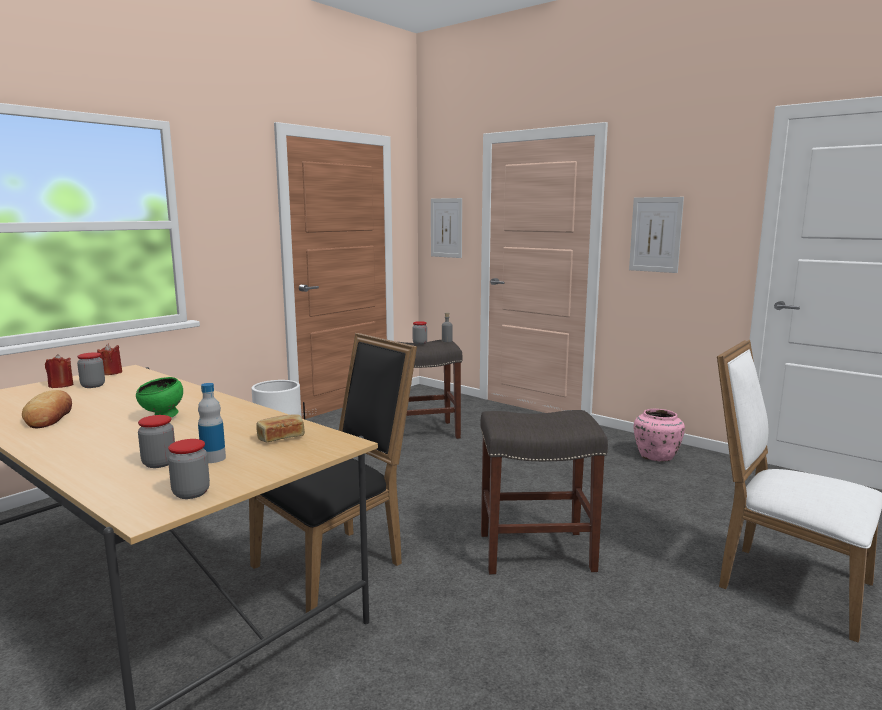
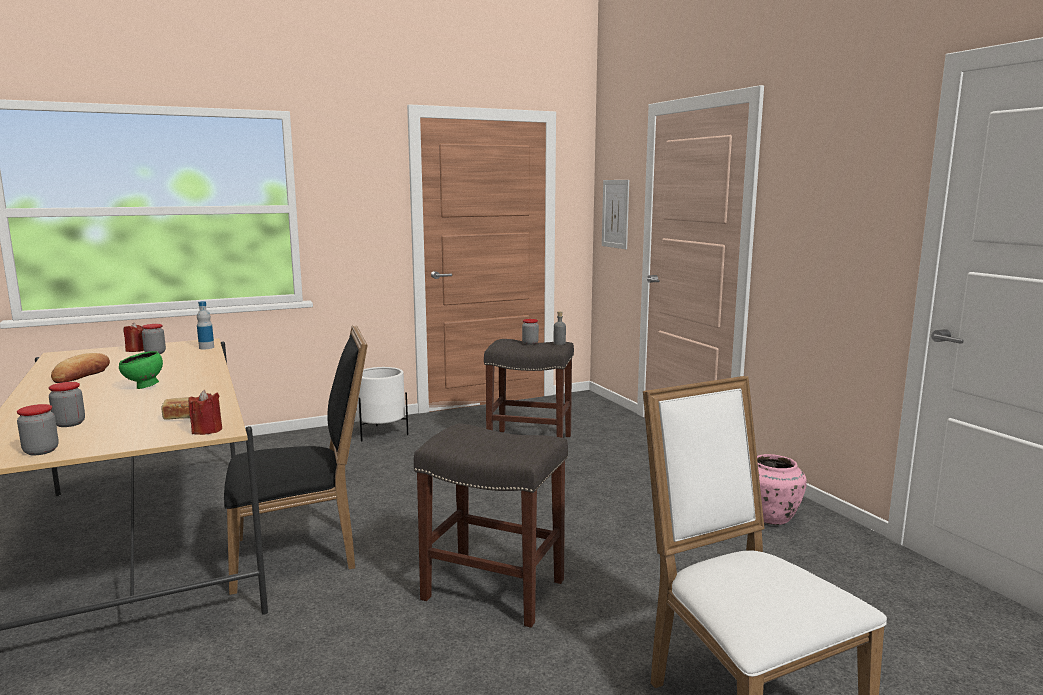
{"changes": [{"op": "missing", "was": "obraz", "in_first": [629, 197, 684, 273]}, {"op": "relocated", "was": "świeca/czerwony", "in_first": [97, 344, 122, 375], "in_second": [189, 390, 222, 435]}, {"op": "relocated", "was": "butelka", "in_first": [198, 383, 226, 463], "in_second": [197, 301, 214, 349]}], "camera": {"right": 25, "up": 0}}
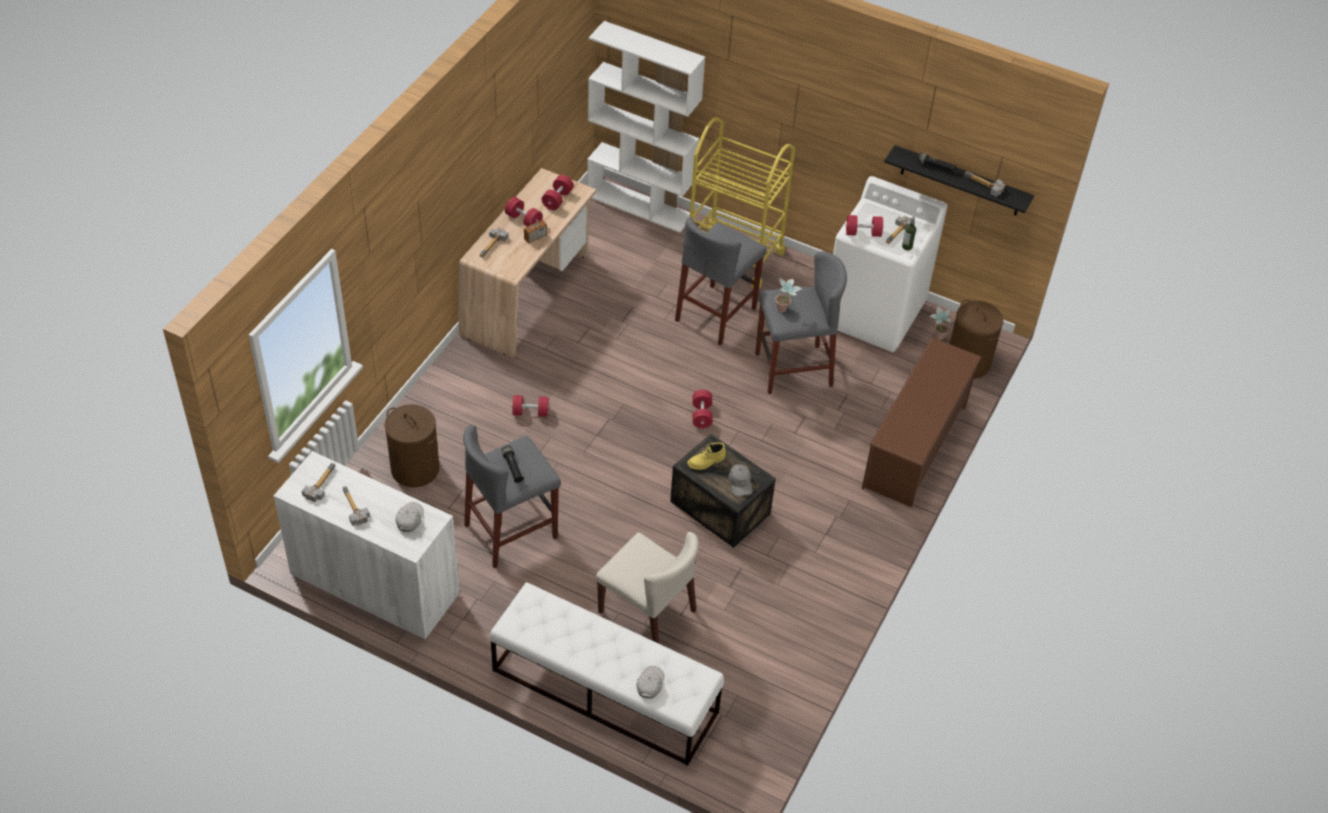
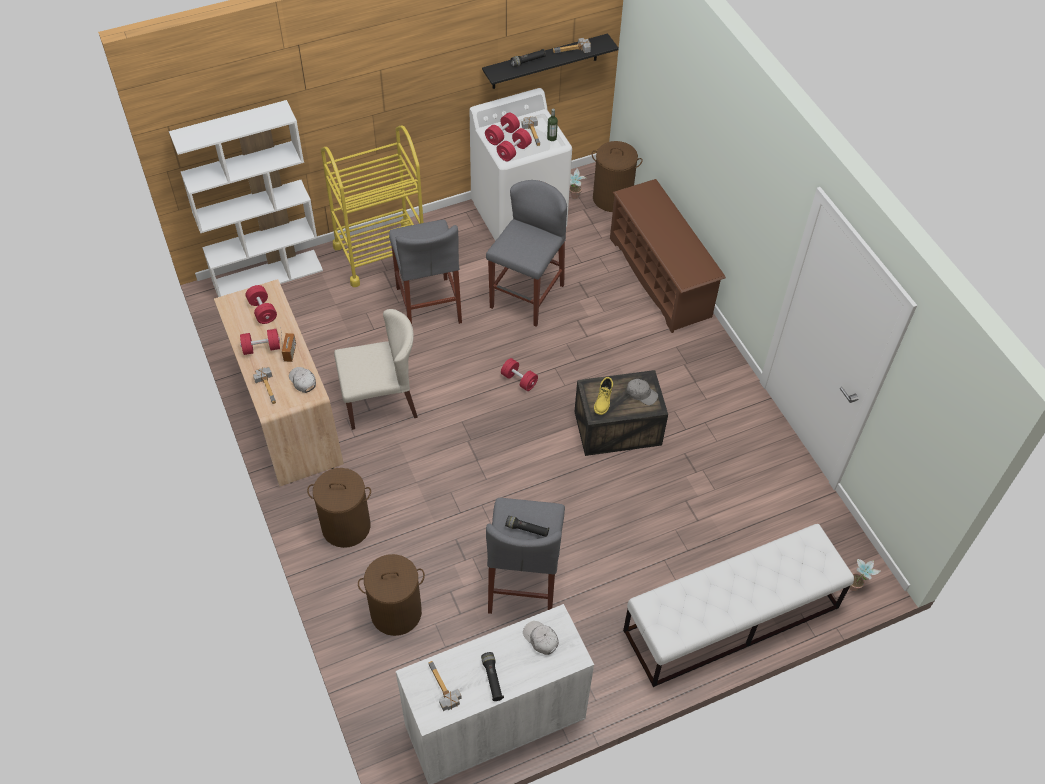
{"changes": [{"op": "appeared", "now": "kosz na pranie/brązowy", "in_second": [307, 468, 371, 548]}, {"op": "relocated", "was": "hantel/czerwony", "in_first": [512, 395, 550, 417], "in_second": [485, 113, 520, 145]}, {"op": "relocated", "was": "krzesło/beżowy", "in_first": [596, 532, 699, 644], "in_second": [334, 309, 418, 430]}, {"op": "relocated", "was": "czapka z daszkiem/biały", "in_first": [636, 666, 665, 698], "in_second": [289, 367, 316, 393]}, {"op": "relocated", "was": "roślina doniczkowa", "in_first": [775, 278, 802, 312], "in_second": [849, 559, 881, 591]}, {"op": "exchanged", "was": "młotek", "now": "latarka/czarny", "in_first": [342, 486, 370, 526], "in_second": [481, 652, 504, 701]}], "camera": {"right": -50, "up": 5}}
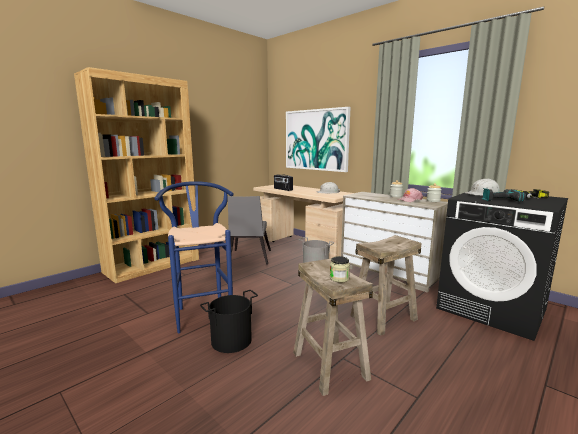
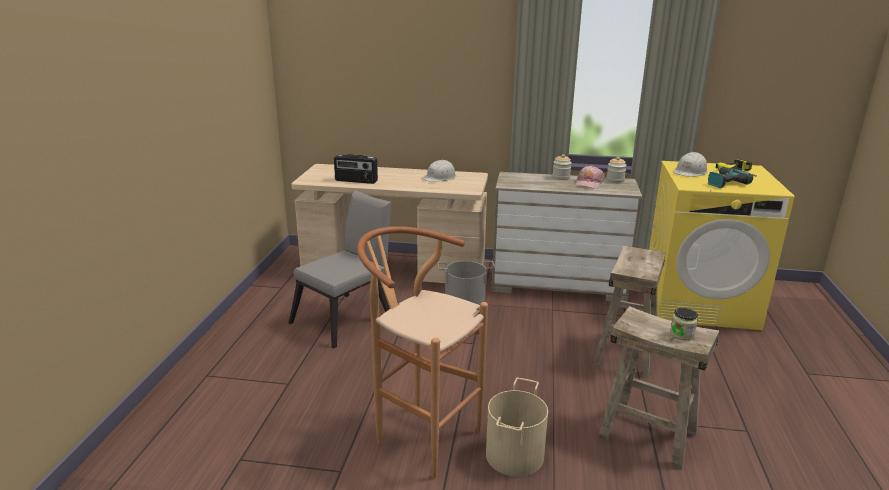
{"changes": [{"op": "missing", "was": "regał/brązowy", "in_first": [74, 67, 199, 283]}, {"op": "missing", "was": "obraz", "in_first": [286, 107, 350, 172]}, {"op": "colour", "was": "stołek/niebieski", "now": "stołek/brązowy", "in_first": [154, 181, 234, 333], "in_second": [357, 226, 488, 479]}, {"op": "colour", "was": "wiadro/czarny", "now": "wiadro/beżowy", "in_first": [200, 290, 258, 353], "in_second": [486, 378, 548, 477]}, {"op": "colour", "was": "pralka/czarny", "now": "pralka/żółty", "in_first": [436, 190, 568, 341], "in_second": [649, 161, 794, 330]}, {"op": "spun", "was": "krzesło/szary", "in_first": [228, 196, 271, 265], "in_second": [288, 191, 392, 348], "clockwise": -105}], "camera": {"right": -35, "up": 10}}
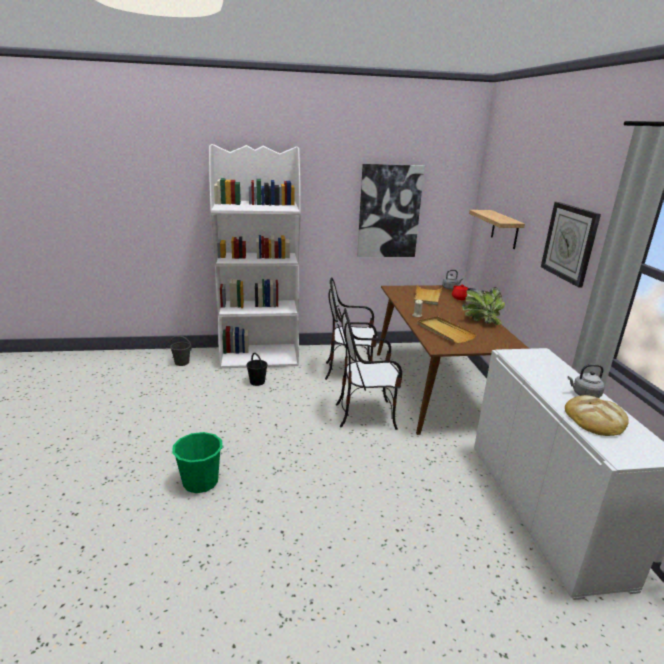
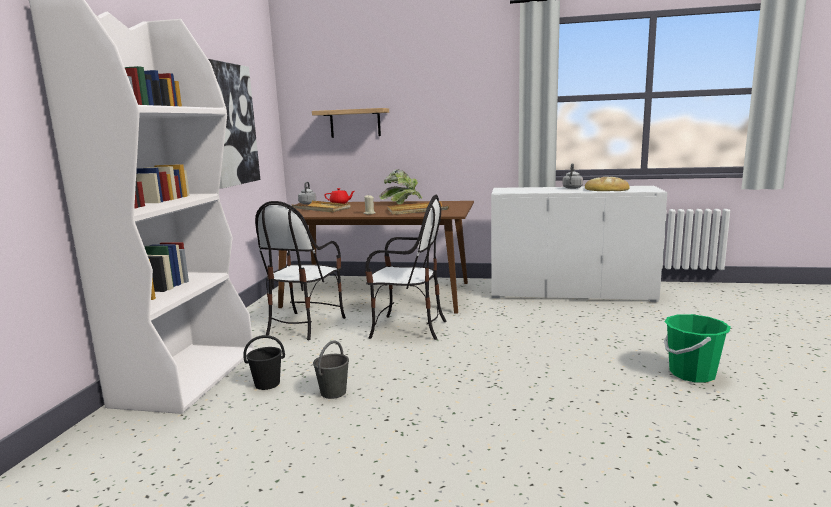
{"changes": [{"op": "missing", "was": "zegar ścienny", "in_first": [541, 202, 601, 287]}, {"op": "relocated", "was": "wiadro/szary", "in_first": [170, 336, 192, 366], "in_second": [313, 340, 349, 399]}, {"op": "relocated", "was": "wiadro/zielony", "in_first": [172, 432, 223, 493], "in_second": [664, 314, 731, 382]}, {"op": "spun", "was": "krzesło", "in_first": [336, 308, 402, 430], "in_second": [365, 195, 447, 340], "clockwise": -90}], "camera": {"right": -70, "up": -10}}
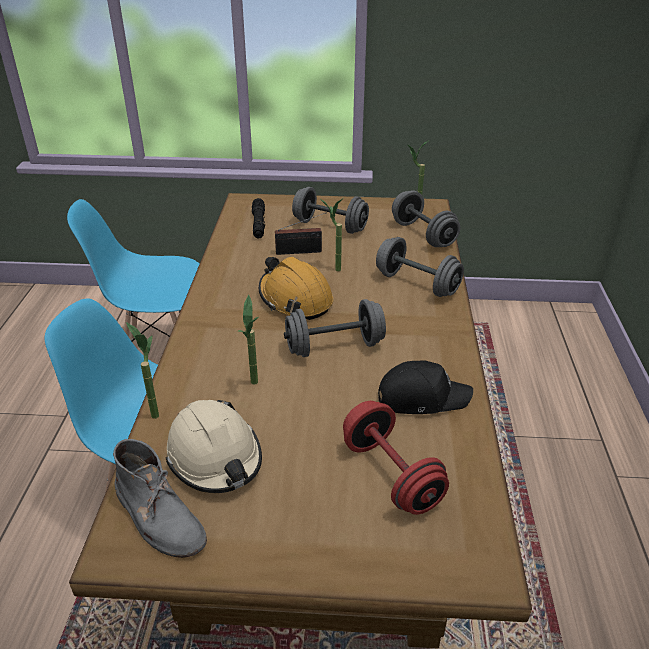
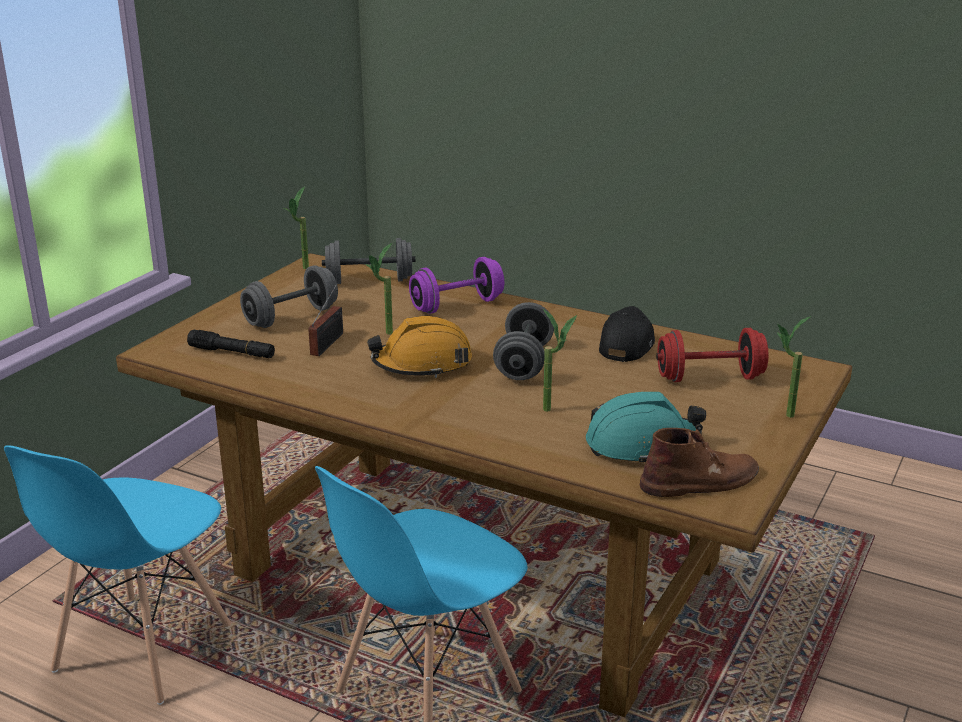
{"changes": [{"op": "relocated", "was": "roślina doniczkowa", "in_first": [126, 322, 159, 419], "in_second": [777, 316, 811, 418]}, {"op": "colour", "was": "but z cholewką/szary", "now": "but z cholewką/brązowy", "in_first": [113, 439, 207, 558], "in_second": [640, 428, 759, 497]}, {"op": "colour", "was": "kask/beżowy", "now": "kask/turkusowy", "in_first": [166, 400, 262, 493], "in_second": [586, 392, 706, 462]}, {"op": "colour", "was": "hantel/szary", "now": "hantel/fioletowy", "in_first": [376, 237, 464, 297], "in_second": [409, 257, 504, 314]}], "camera": {"right": -65, "up": -10}}
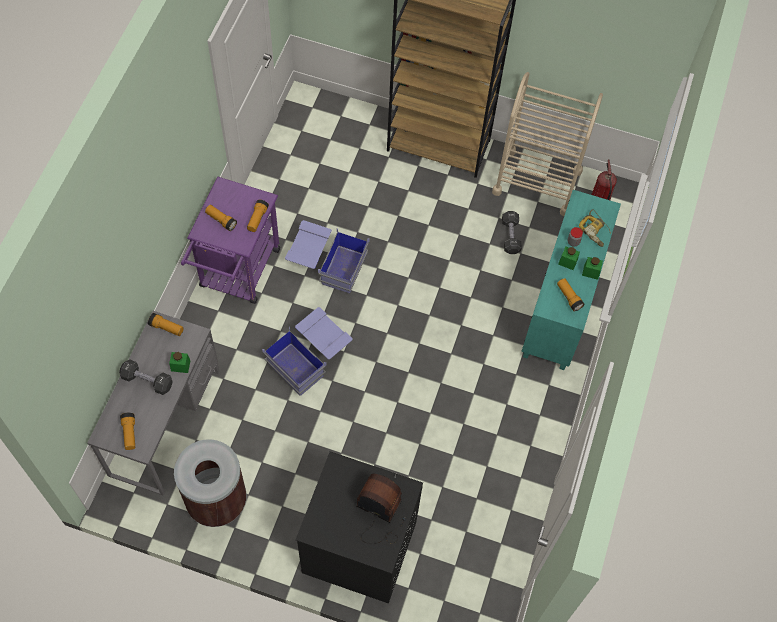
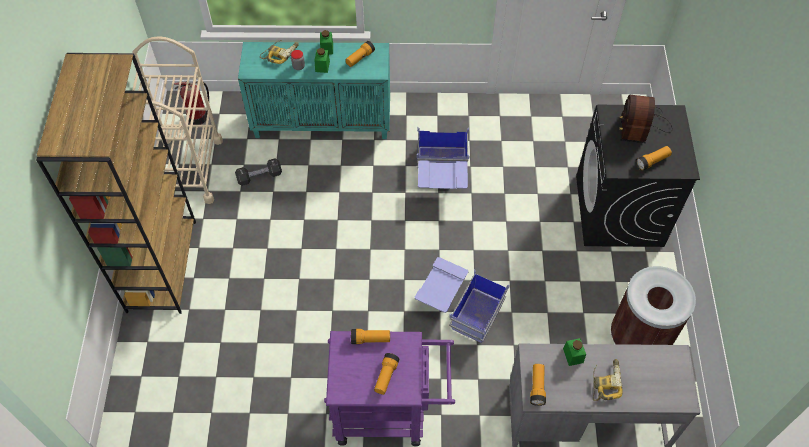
{"changes": [{"op": "relocated", "was": "latarka", "in_first": [120, 413, 135, 450], "in_second": [636, 146, 672, 171]}, {"op": "relocated", "was": "pojemnik do przechowywania/niebieski", "in_first": [285, 220, 370, 293], "in_second": [417, 127, 470, 189]}, {"op": "exchanged", "was": "hantel/czarny", "now": "wiertarka", "in_first": [119, 359, 172, 395], "in_second": [593, 359, 623, 401]}], "camera": {"right": -105, "up": -5}}
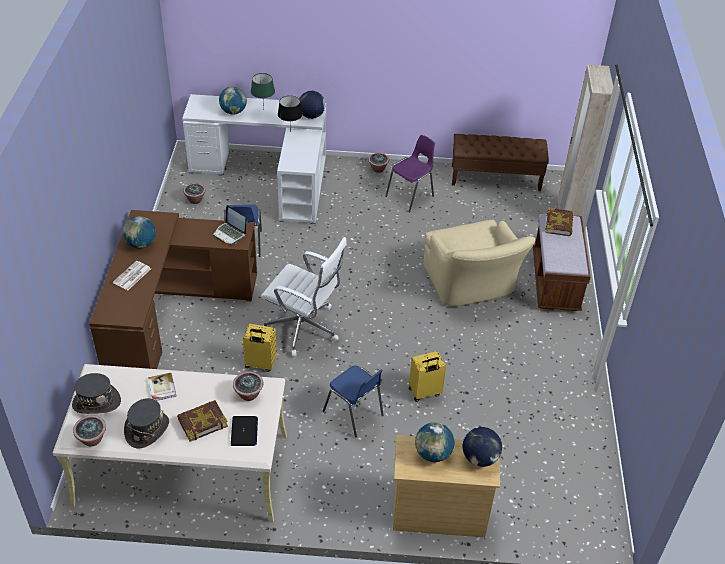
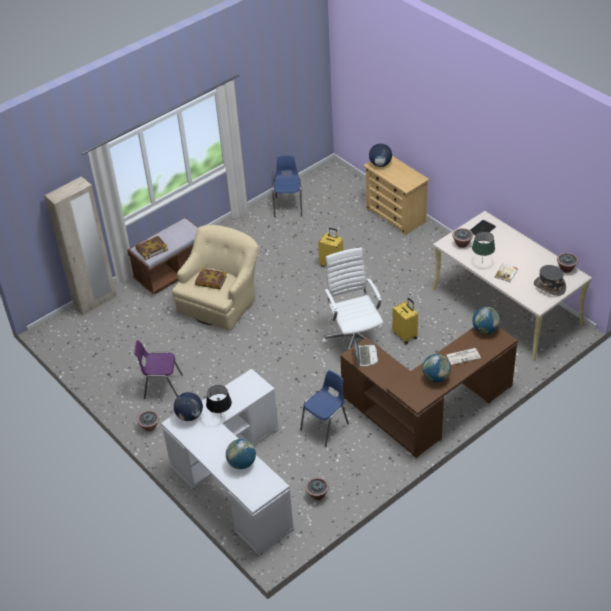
{"changes": [{"op": "missing", "was": "kapelusz/szary", "in_first": [124, 398, 169, 448]}, {"op": "missing", "was": "ławka/brązowy", "in_first": [452, 134, 549, 191]}, {"op": "relocated", "was": "książka", "in_first": [177, 400, 228, 442], "in_second": [195, 268, 227, 290]}, {"op": "relocated", "was": "lampa stołowa/zielony", "in_first": [251, 73, 275, 108], "in_second": [472, 231, 495, 264]}, {"op": "relocated", "was": "krzesło/niebieski", "in_first": [323, 365, 384, 437], "in_second": [272, 155, 302, 217]}, {"op": "relocated", "was": "globus", "in_first": [415, 423, 454, 462], "in_second": [472, 307, 500, 334]}], "camera": {"right": -130, "up": 0}}
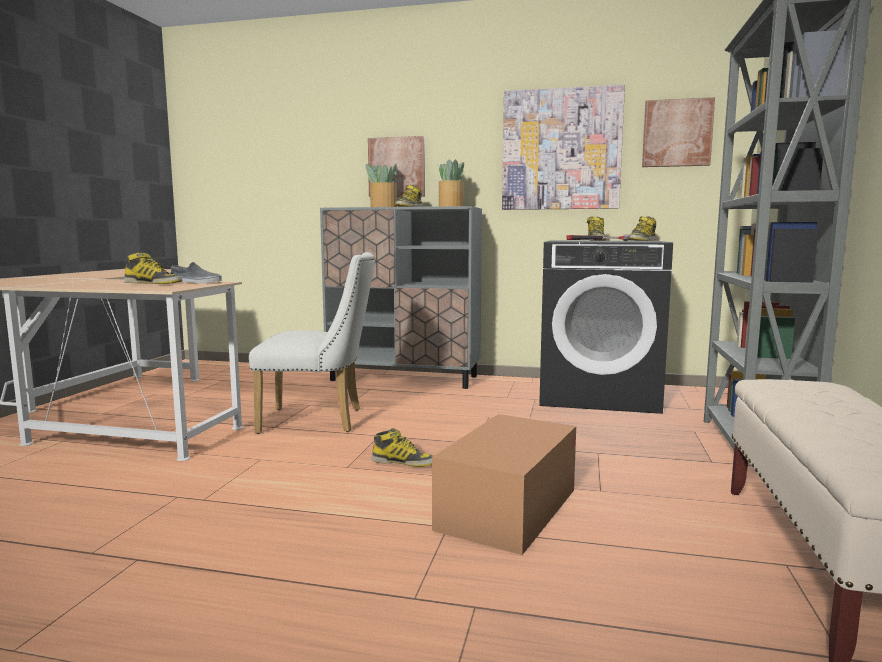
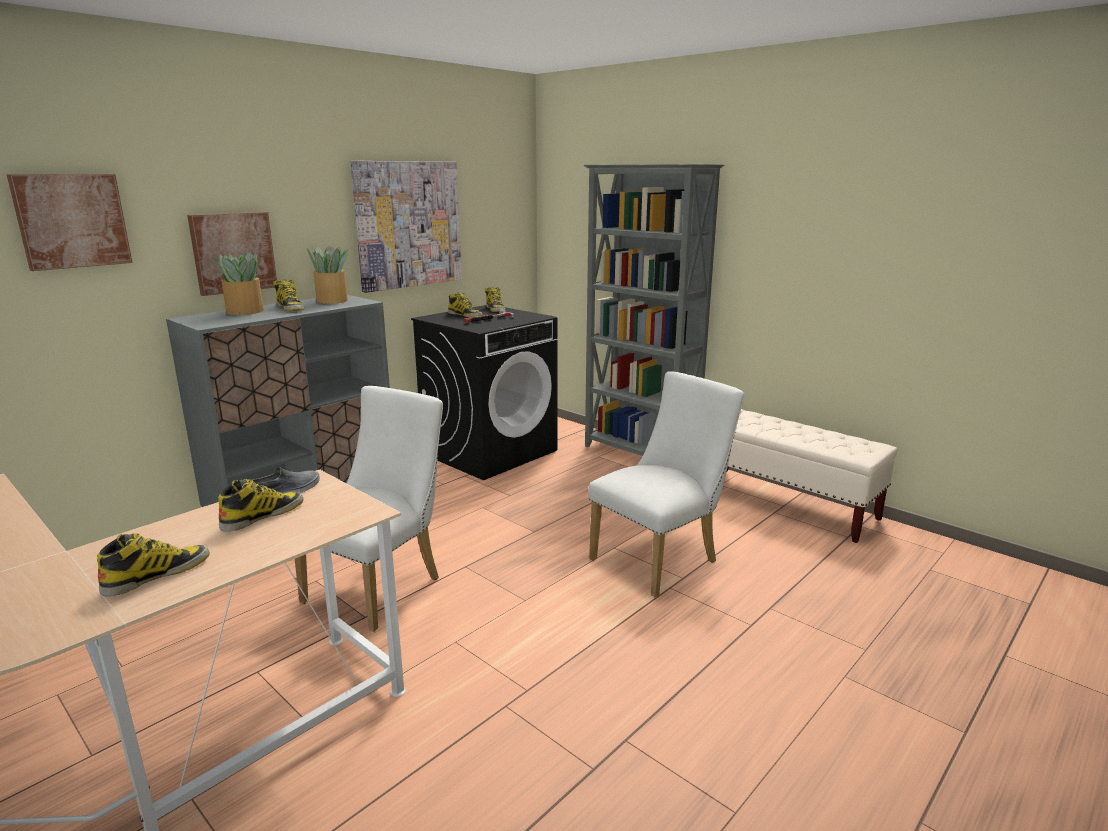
{"changes": [{"op": "relocated", "was": "but z cholewką", "in_first": [372, 428, 433, 467], "in_second": [97, 533, 210, 596]}, {"op": "relocated", "was": "obraz", "in_first": [642, 97, 715, 167], "in_second": [6, 174, 133, 271]}, {"op": "exchanged", "was": "karton", "now": "krzesło/biały", "in_first": [432, 414, 576, 555], "in_second": [588, 371, 744, 597]}], "camera": {"right": -60, "up": 10}}
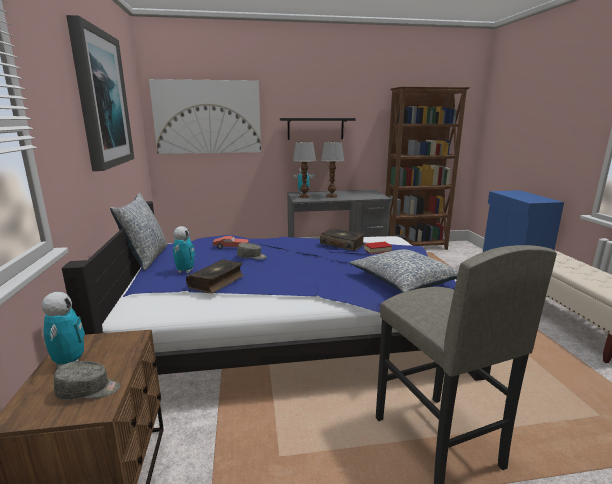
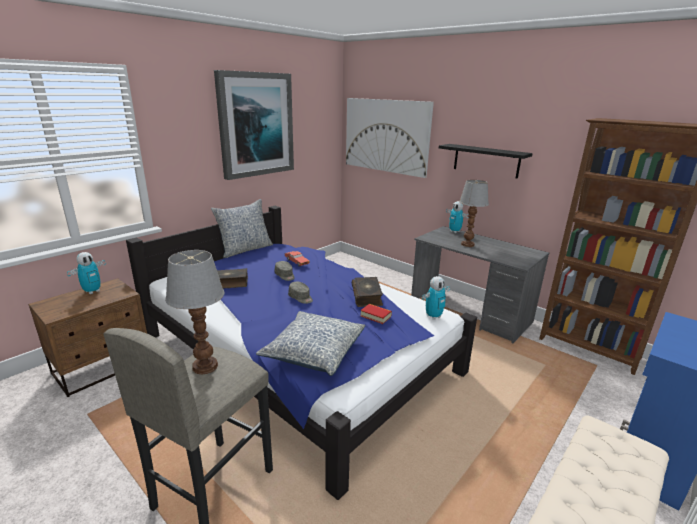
{"changes": [{"op": "relocated", "was": "czapka z daszkiem/szary", "in_first": [54, 361, 120, 400], "in_second": [288, 282, 313, 304]}, {"op": "relocated", "was": "robot zabawkowy", "in_first": [173, 226, 195, 273], "in_second": [422, 276, 450, 320]}, {"op": "relocated", "was": "lampa stołowa", "in_first": [293, 142, 317, 198], "in_second": [165, 250, 224, 374]}], "camera": {"right": 50, "up": 5}}
